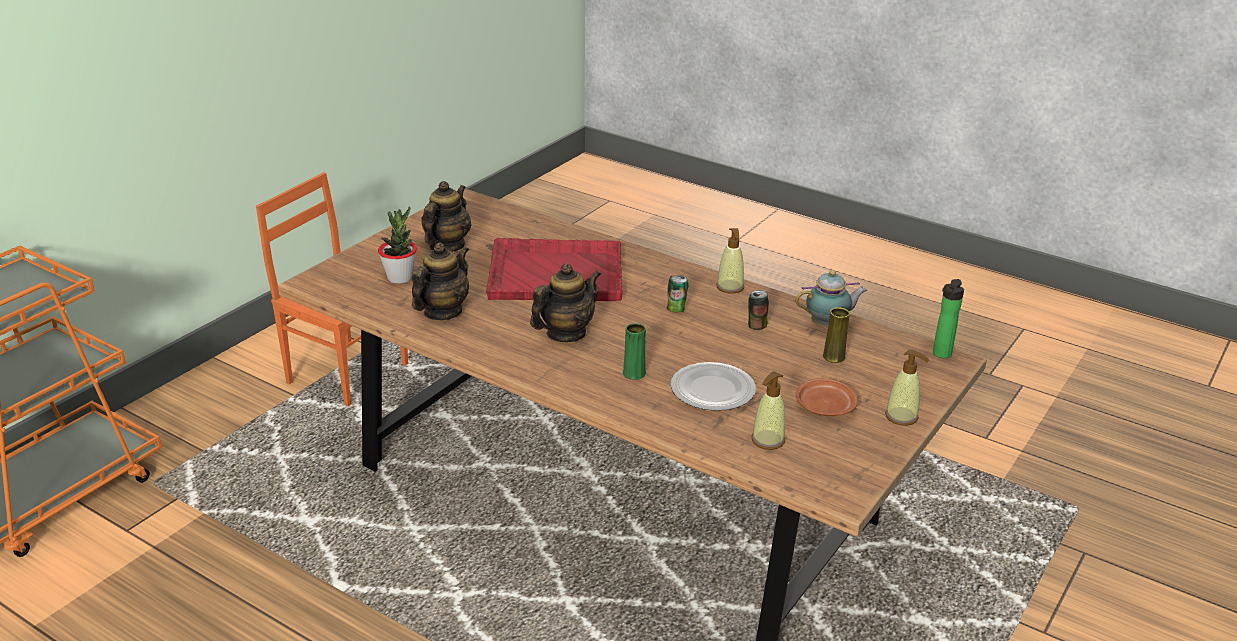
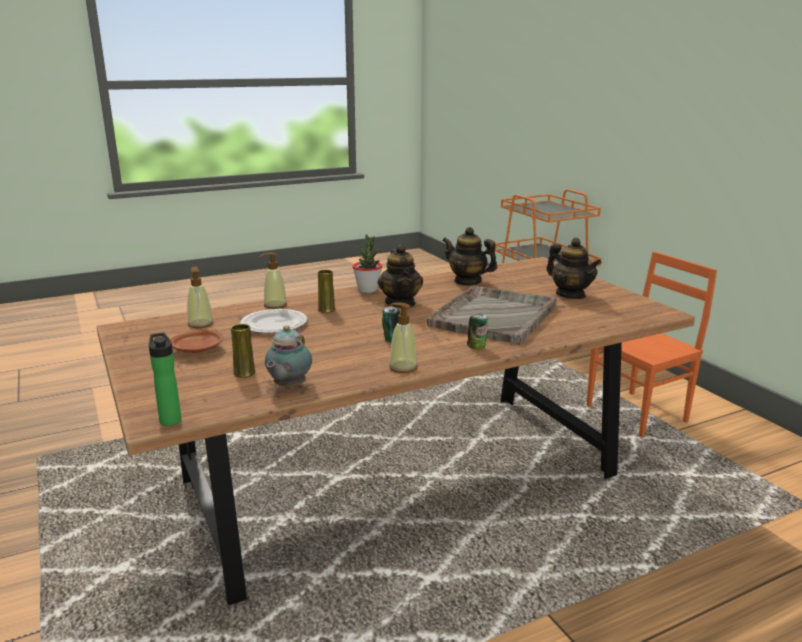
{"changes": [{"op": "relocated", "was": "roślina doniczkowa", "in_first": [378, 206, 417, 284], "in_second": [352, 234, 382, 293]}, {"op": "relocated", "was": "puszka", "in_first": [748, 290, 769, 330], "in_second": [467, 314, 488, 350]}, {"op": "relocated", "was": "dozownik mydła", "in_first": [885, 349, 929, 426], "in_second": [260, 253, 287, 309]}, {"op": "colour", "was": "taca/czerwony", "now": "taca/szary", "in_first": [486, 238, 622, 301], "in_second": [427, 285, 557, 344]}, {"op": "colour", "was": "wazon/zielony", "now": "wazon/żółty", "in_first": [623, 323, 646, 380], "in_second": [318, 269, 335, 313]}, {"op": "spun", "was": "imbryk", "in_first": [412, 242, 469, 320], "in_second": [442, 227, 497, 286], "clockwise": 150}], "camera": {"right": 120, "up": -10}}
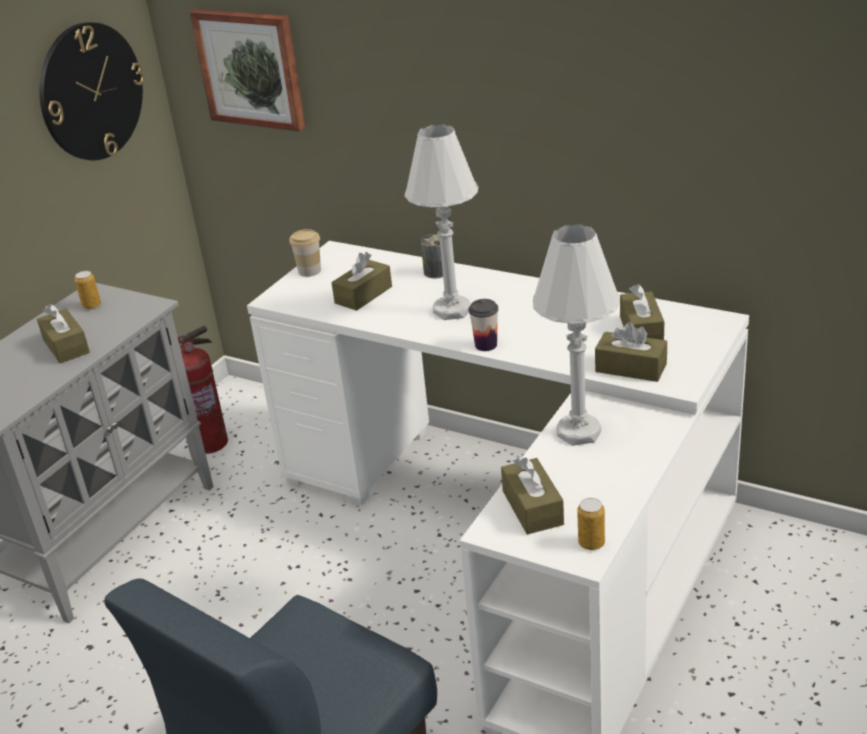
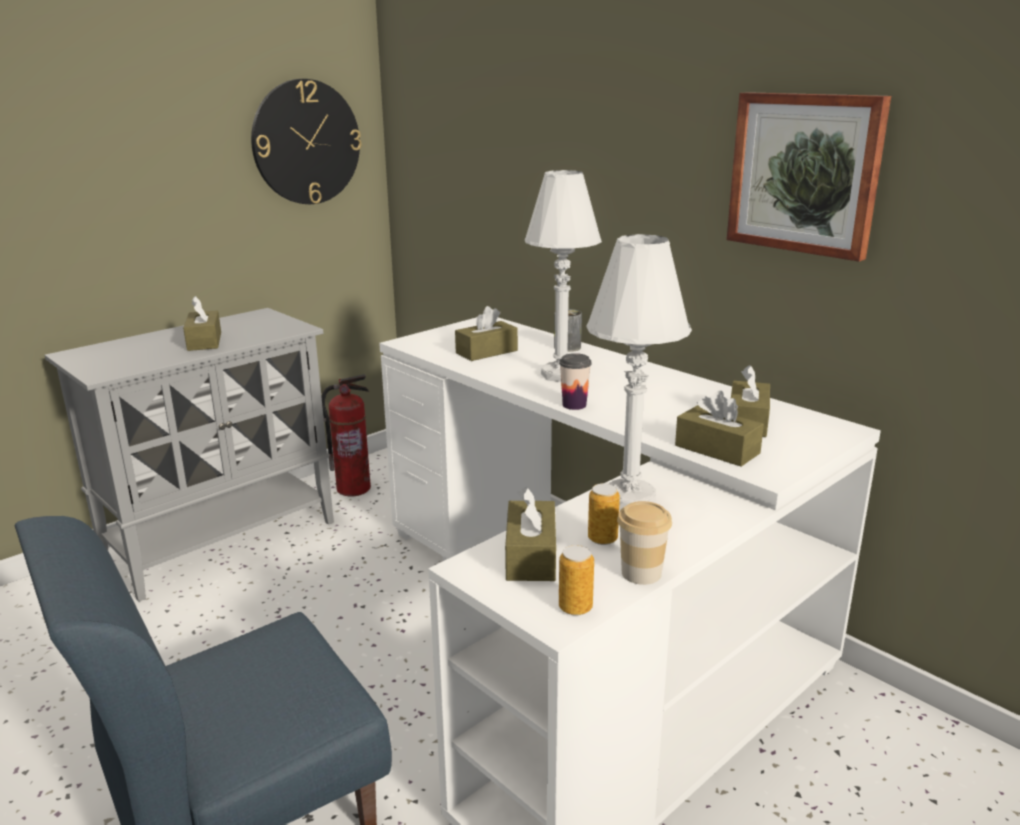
{"changes": [{"op": "relocated", "was": "puszka", "in_first": [75, 271, 101, 310], "in_second": [588, 483, 620, 545]}, {"op": "relocated", "was": "obraz", "in_first": [189, 9, 305, 132], "in_second": [727, 92, 891, 262]}, {"op": "relocated", "was": "filiżanka", "in_first": [289, 229, 321, 277], "in_second": [617, 501, 672, 585]}], "camera": {"right": 15, "up": -10}}
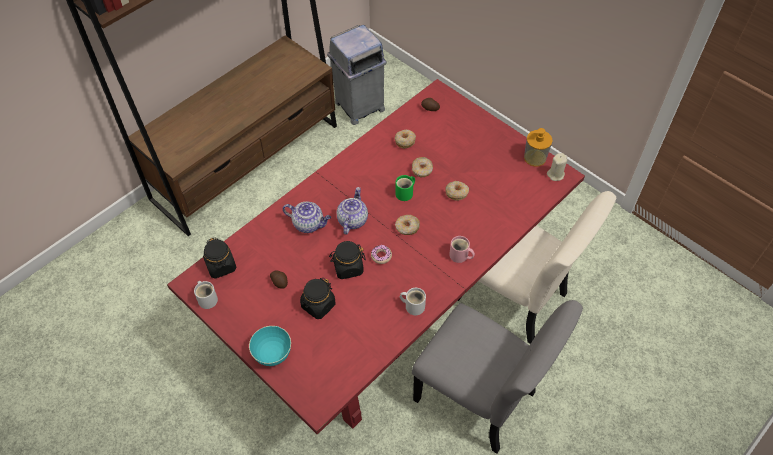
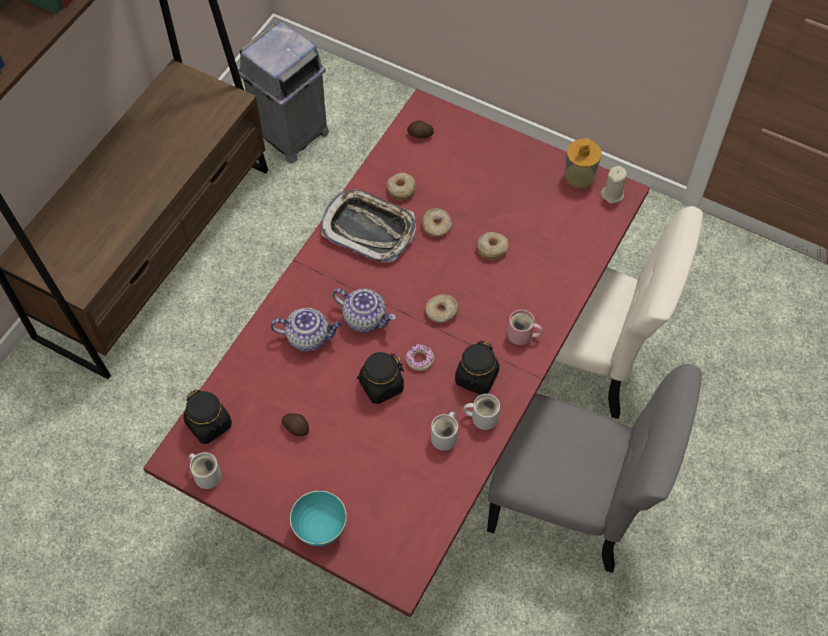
{"changes": [{"op": "missing", "was": "kubek/zielony", "in_first": [395, 175, 415, 201]}, {"op": "appeared", "now": "taca", "in_second": [321, 189, 416, 263]}, {"op": "appeared", "now": "kubek/biały", "in_second": [431, 412, 458, 451]}, {"op": "relocated", "was": "słoik/czarny", "in_first": [300, 278, 335, 319], "in_second": [455, 341, 500, 395]}, {"op": "spun", "was": "imbryk", "in_first": [337, 187, 368, 235], "in_second": [332, 288, 396, 333], "clockwise": 120}], "camera": {"right": -15, "up": 5}}
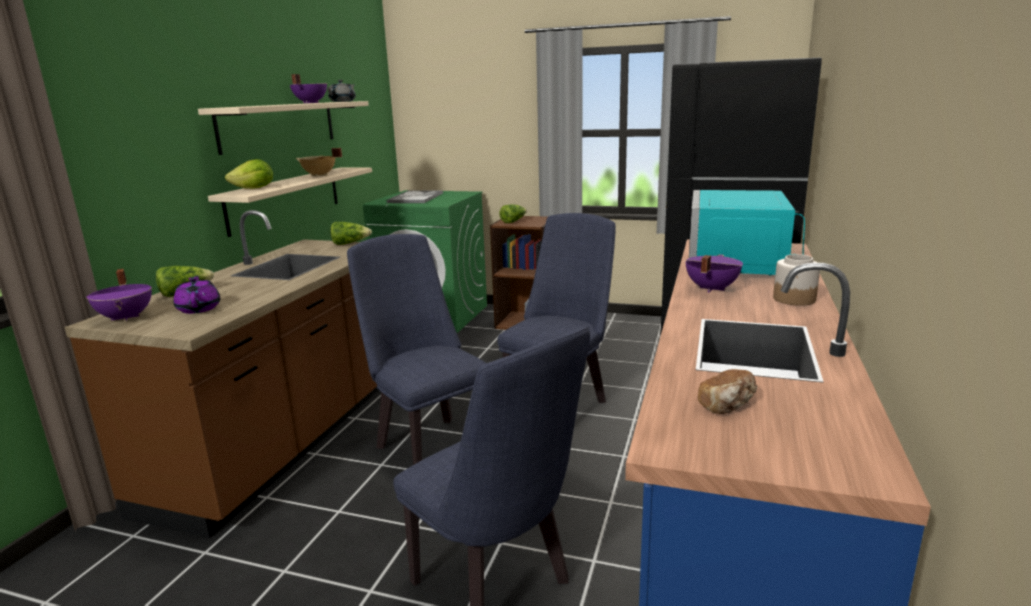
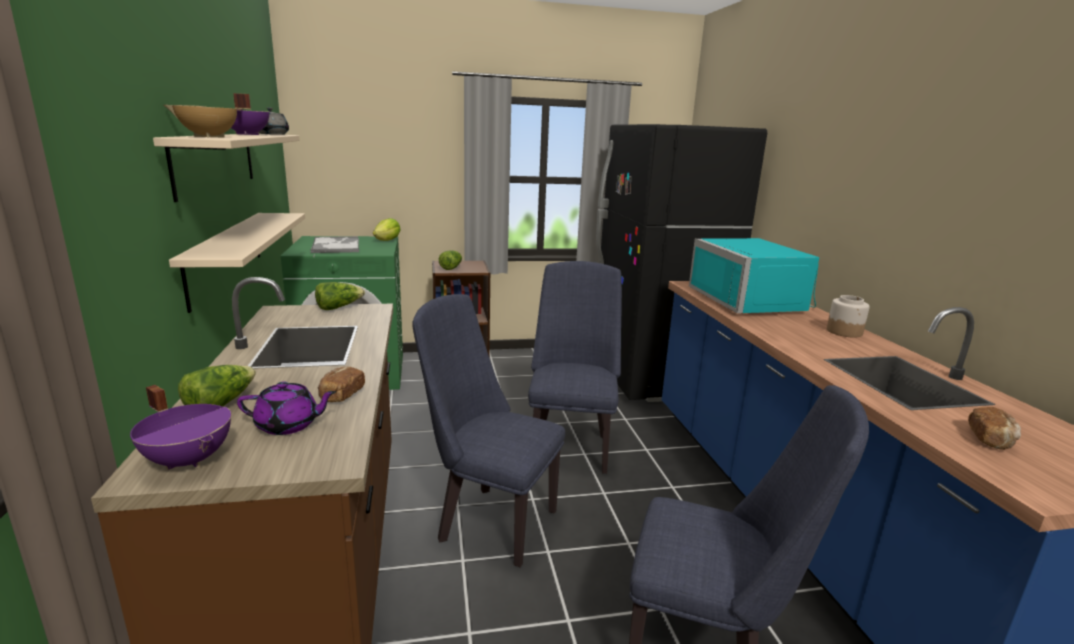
{"changes": [{"op": "missing", "was": "garnek/fioletowy", "in_first": [686, 255, 743, 293]}, {"op": "appeared", "now": "chleb", "in_second": [317, 366, 365, 402]}, {"op": "relocated", "was": "sałata", "in_first": [225, 159, 273, 189], "in_second": [373, 218, 401, 241]}, {"op": "relocated", "was": "garnek/beżowy", "in_first": [296, 148, 342, 177], "in_second": [164, 93, 251, 138]}, {"op": "spun", "was": "imbryk/fioletowy", "in_first": [173, 275, 220, 314], "in_second": [237, 382, 337, 435], "clockwise": 135}], "camera": {"right": -30, "up": 0}}
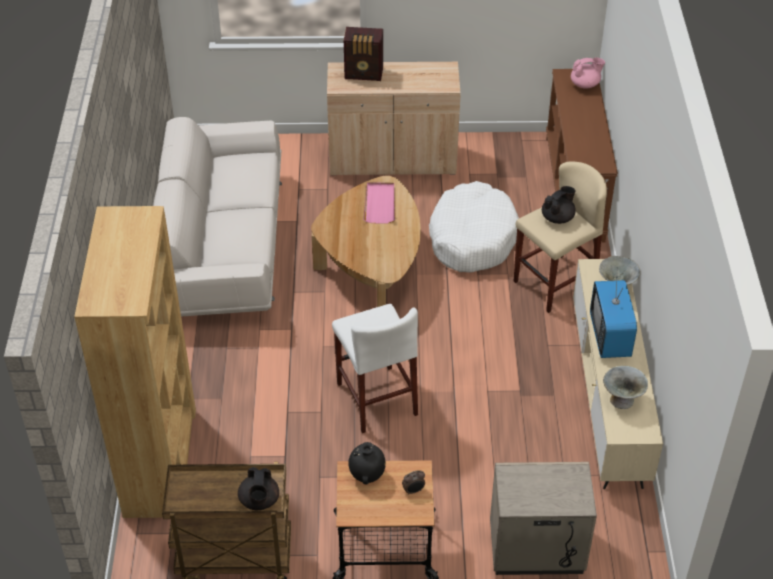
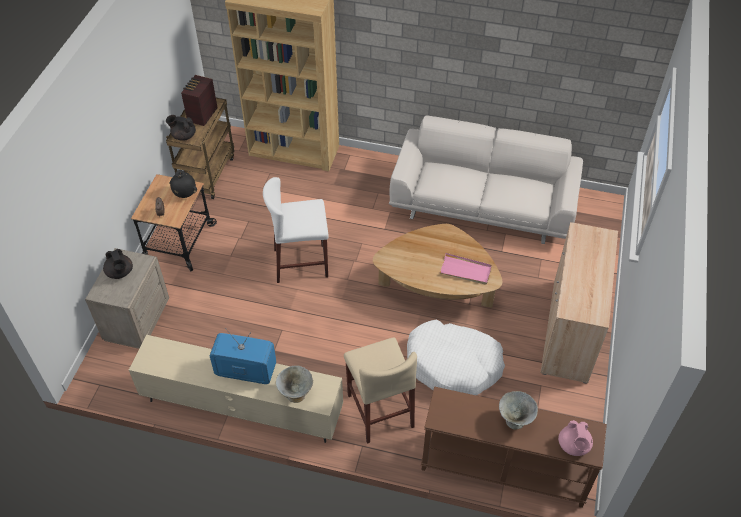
{"changes": [{"op": "relocated", "was": "radio", "in_first": [344, 27, 383, 81], "in_second": [181, 75, 218, 126]}, {"op": "relocated", "was": "imbryk/czarny", "in_first": [542, 186, 576, 224], "in_second": [103, 249, 133, 279]}, {"op": "relocated", "was": "miska/szary", "in_first": [603, 366, 648, 409], "in_second": [499, 391, 538, 430]}], "camera": {"right": 105, "up": 5}}
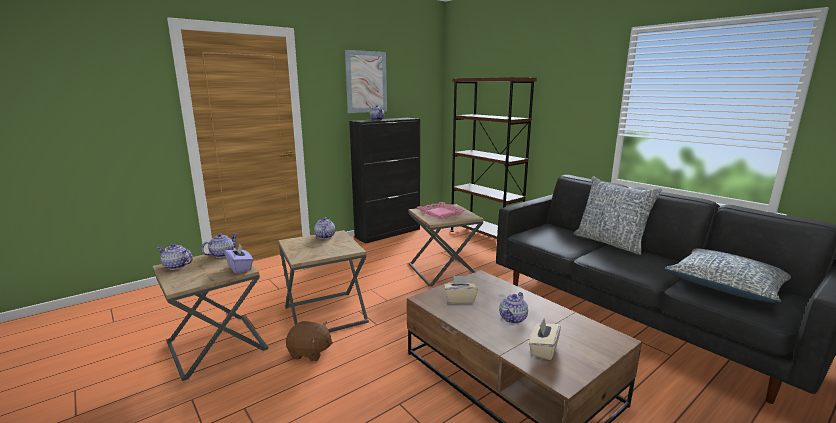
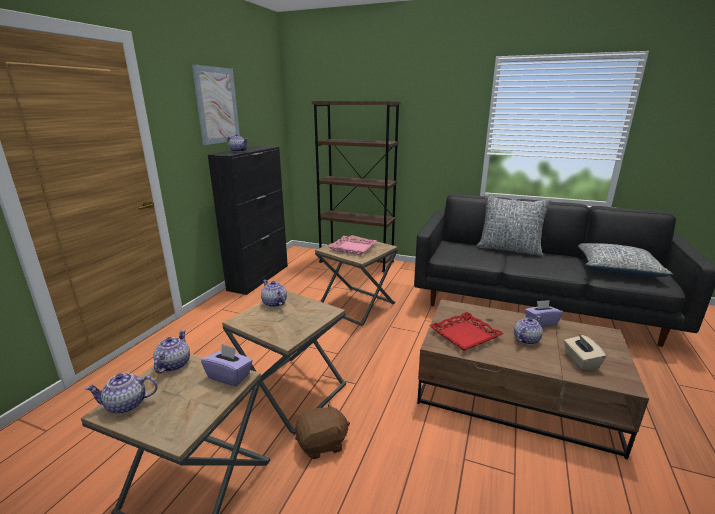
{"changes": [{"op": "appeared", "now": "pudełko chusteczek/fioletowy", "in_second": [525, 300, 563, 327]}, {"op": "exchanged", "was": "pudełko chusteczek/beżowy", "now": "taca/czerwony", "in_first": [444, 276, 478, 304], "in_second": [429, 312, 504, 351]}, {"op": "spun", "was": "imbryk", "in_first": [499, 292, 528, 324], "in_second": [514, 316, 543, 345], "clockwise": -135}], "camera": {"right": -30, "up": 5}}
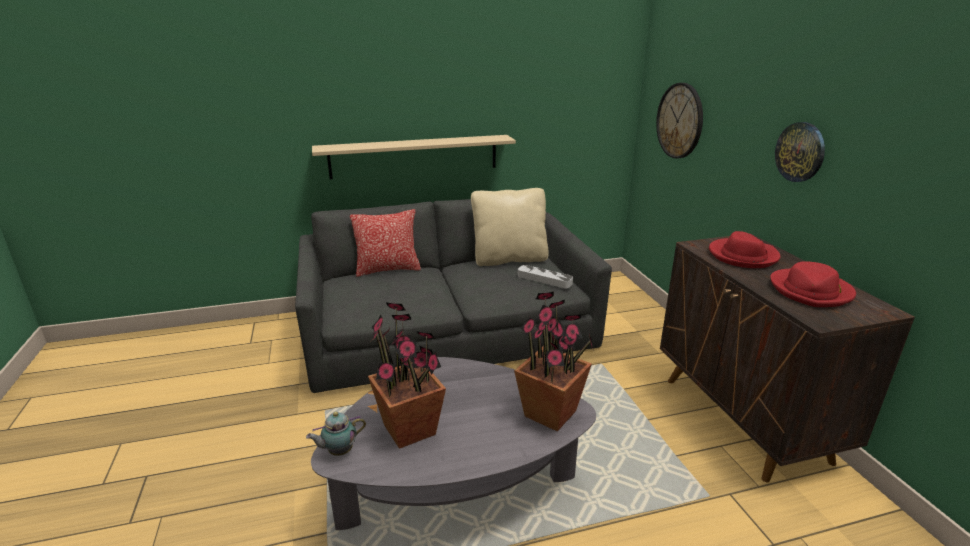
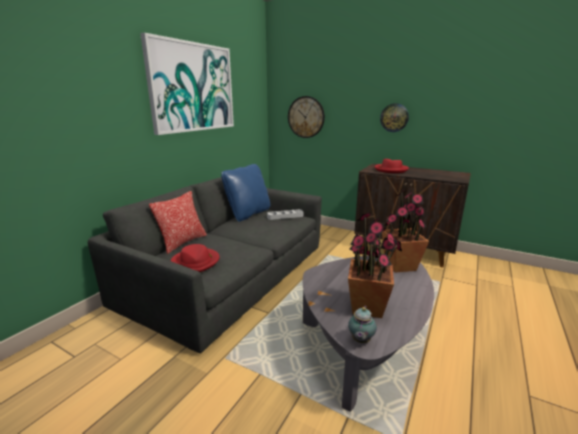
{"changes": [{"op": "missing", "was": "półka/beżowy", "in_first": [312, 135, 516, 179]}, {"op": "appeared", "now": "obraz", "in_second": [140, 33, 234, 135]}, {"op": "relocated", "was": "kapelusz/czerwony", "in_first": [770, 261, 856, 307], "in_second": [171, 244, 220, 272]}, {"op": "colour", "was": "poduszka/beżowy", "now": "poduszka/niebieski", "in_first": [471, 188, 549, 266], "in_second": [221, 164, 270, 222]}], "camera": {"right": -45, "up": -5}}
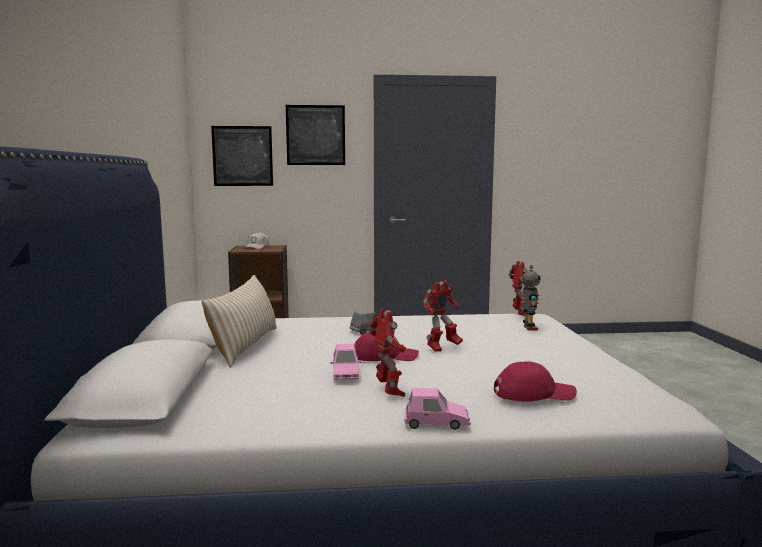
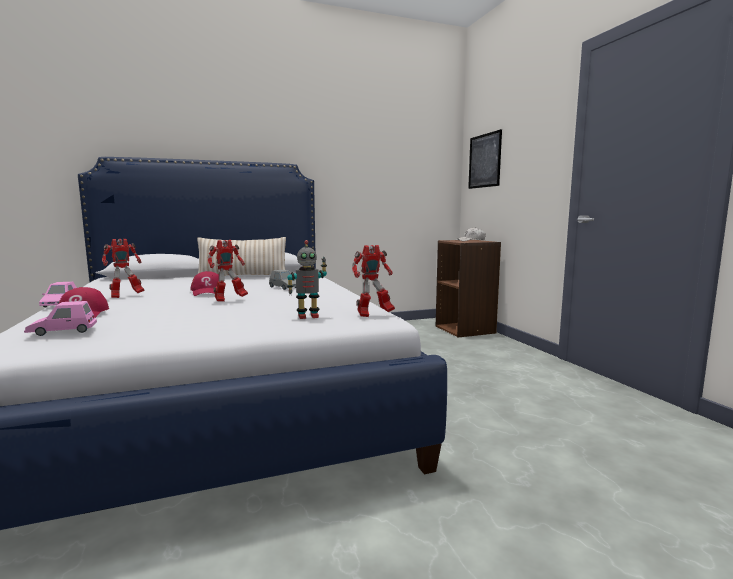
{"changes": [{"op": "missing", "was": "obraz", "in_first": [286, 105, 345, 165]}, {"op": "relocated", "was": "samochodzik/różowy", "in_first": [330, 344, 361, 380], "in_second": [24, 301, 97, 336]}, {"op": "spun", "was": "robot zabawkowy", "in_first": [423, 280, 463, 351], "in_second": [207, 240, 248, 302], "clockwise": -75}], "camera": {"right": 75, "up": 0}}
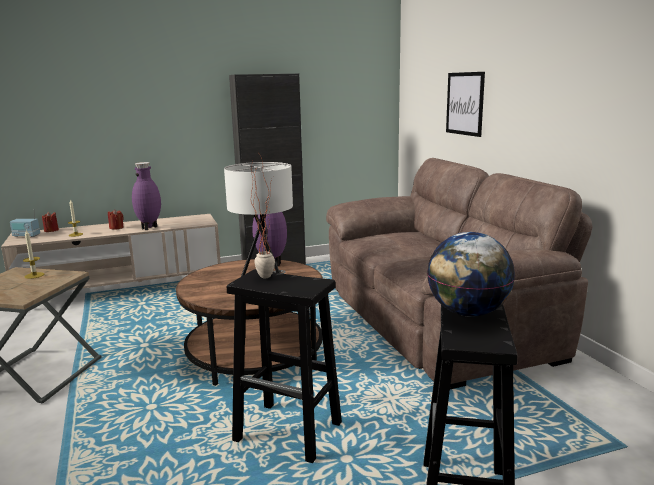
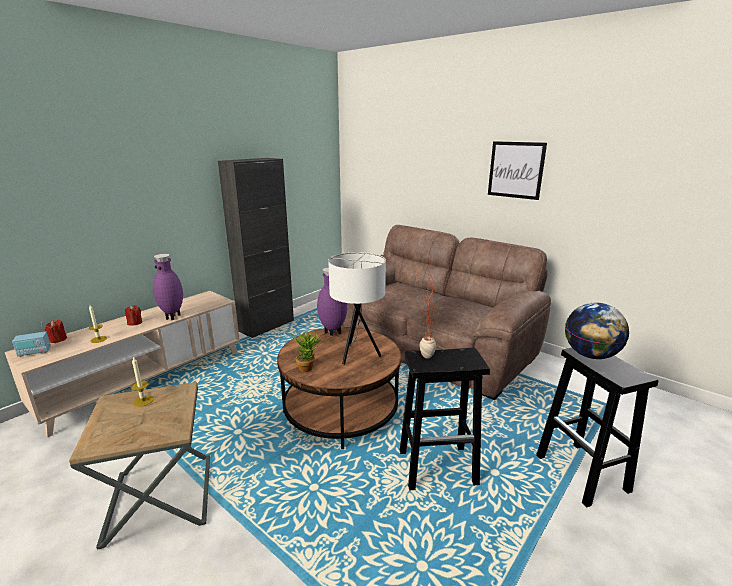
{"changes": [{"op": "appeared", "now": "roślina doniczkowa", "in_second": [291, 333, 322, 372]}, {"op": "relocated", "was": "obraz", "in_first": [446, 72, 485, 137], "in_second": [488, 141, 547, 200]}], "camera": {"right": -30, "up": 5}}
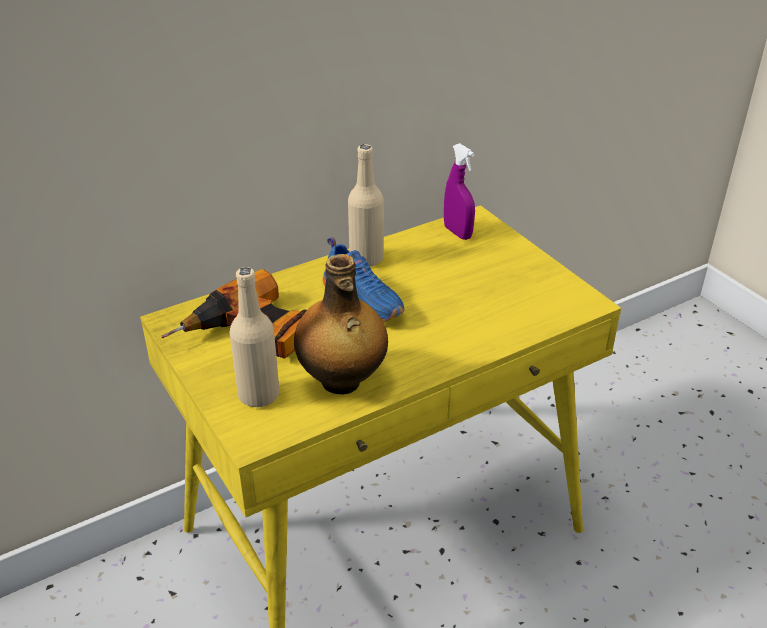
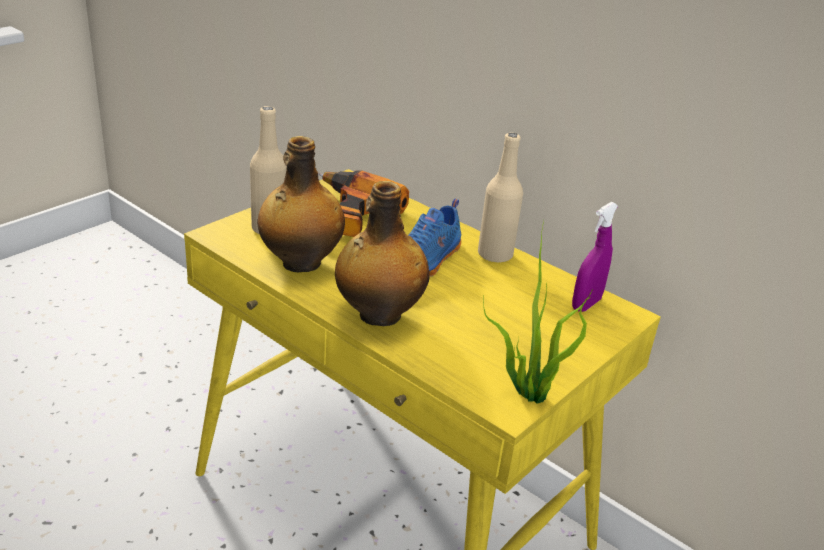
{"changes": [{"op": "appeared", "now": "butelka", "in_second": [335, 181, 430, 326]}, {"op": "appeared", "now": "roślina doniczkowa", "in_second": [483, 220, 593, 404]}], "camera": {"right": 70, "up": -5}}
